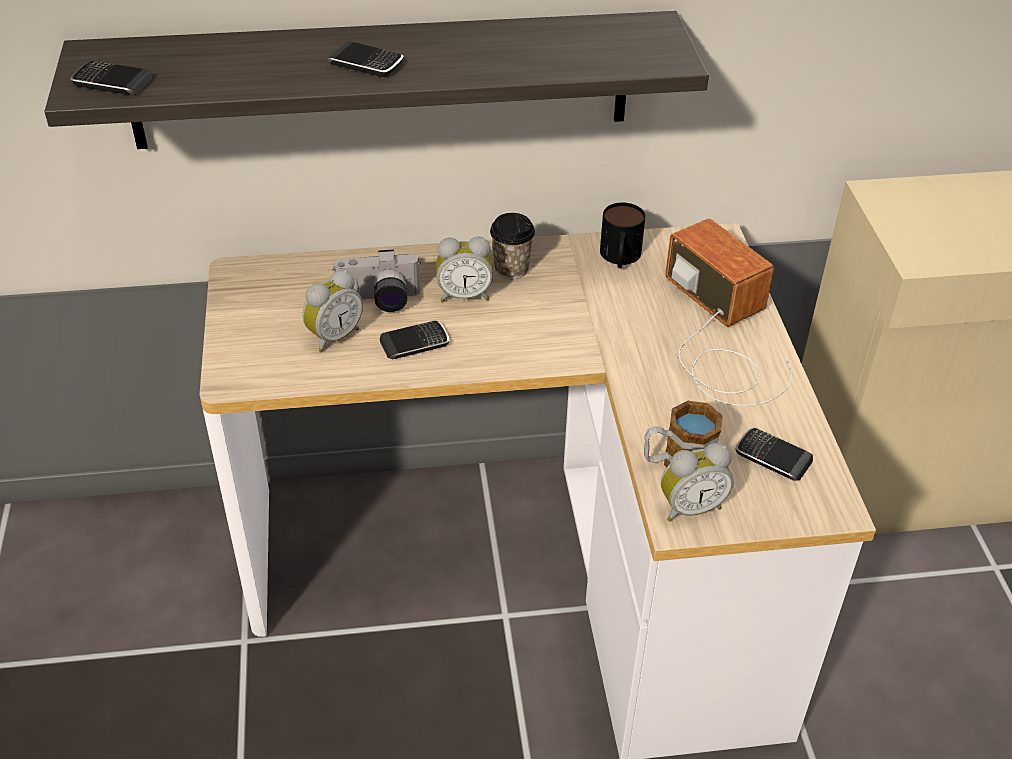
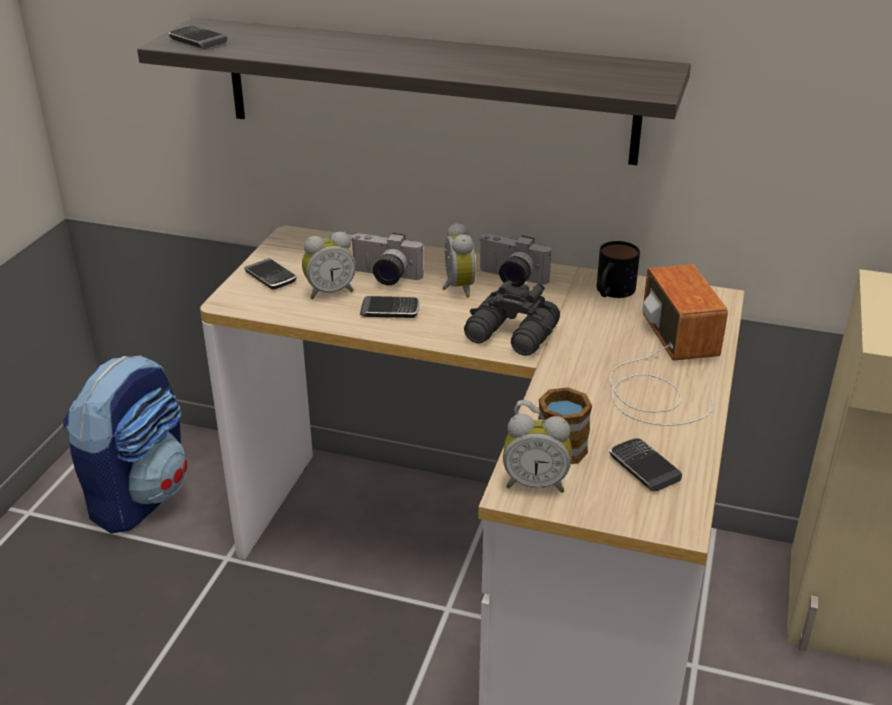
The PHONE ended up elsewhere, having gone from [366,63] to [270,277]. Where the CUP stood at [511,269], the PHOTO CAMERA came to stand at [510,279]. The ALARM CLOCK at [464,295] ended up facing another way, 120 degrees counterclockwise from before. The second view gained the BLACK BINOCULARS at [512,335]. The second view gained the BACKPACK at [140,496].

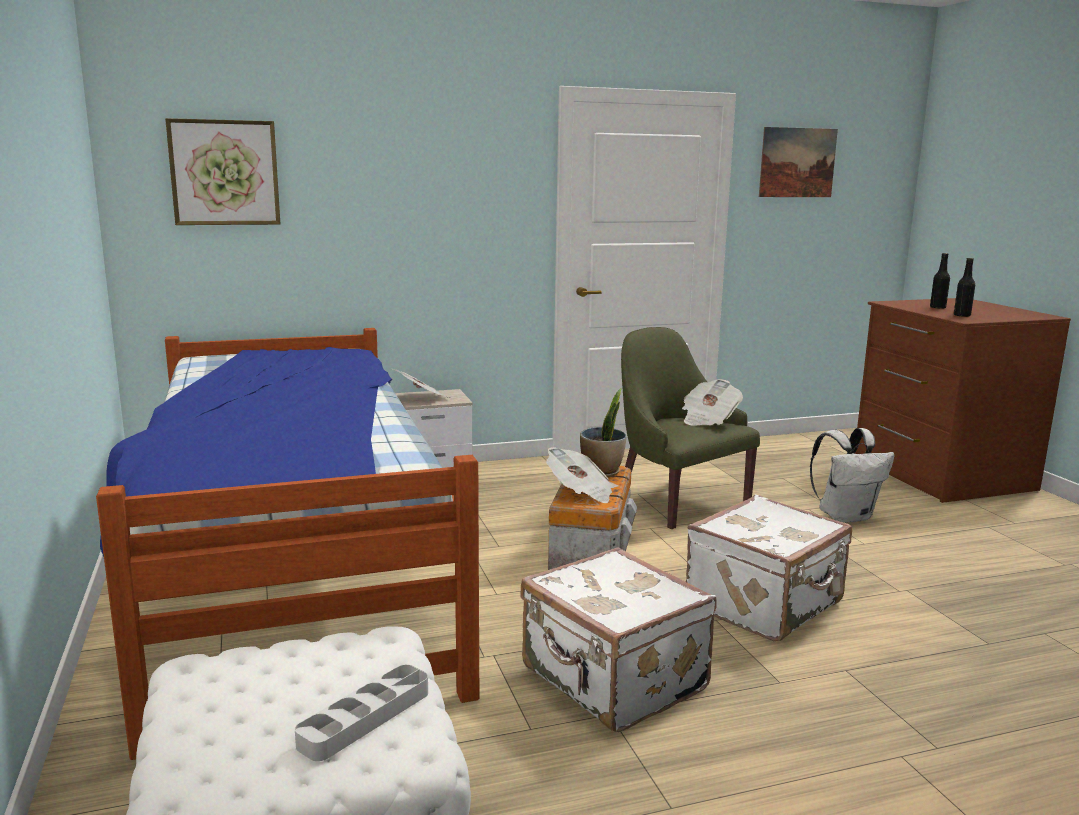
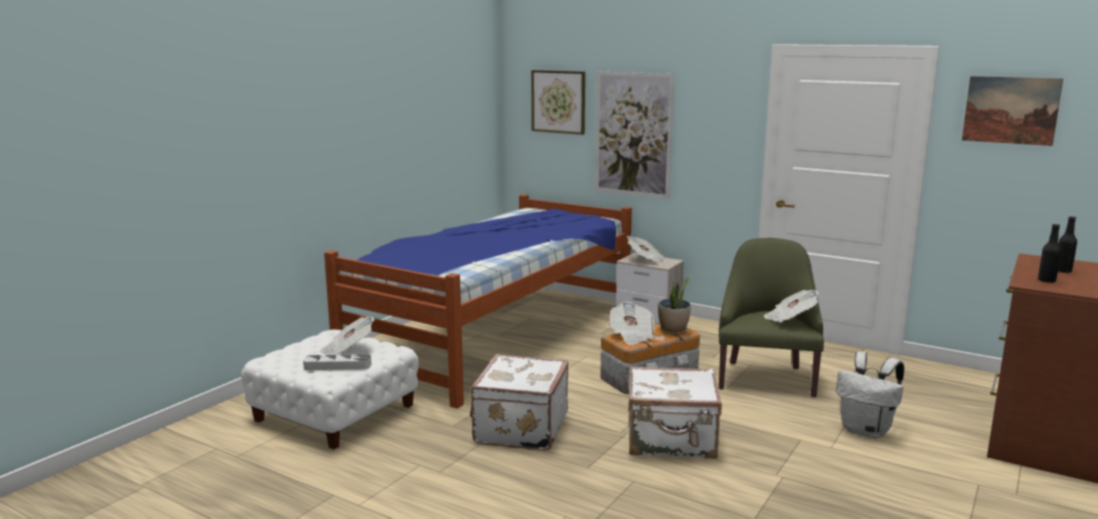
The second view gained the PICTURE at [633,134]. The second view gained the NEWSPAPER at [347,350].

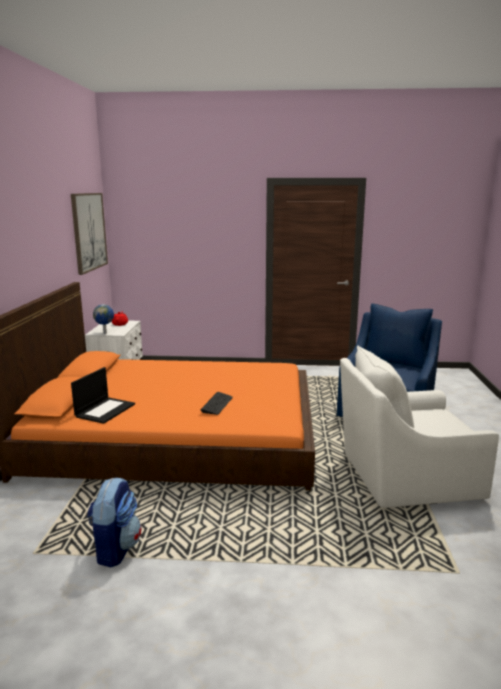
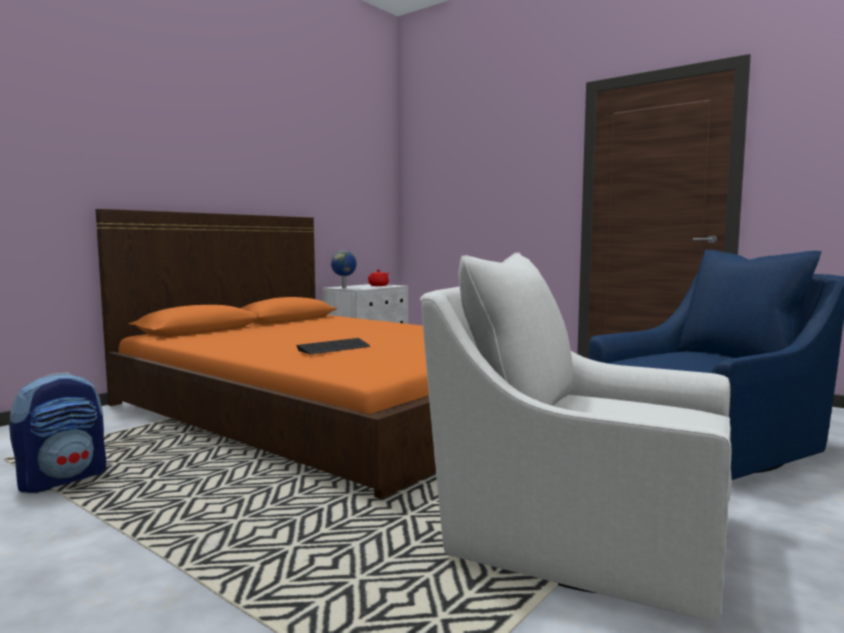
The second view lost the PICTURE at [89,231]. The second view lost the LAPTOP at [105,410].

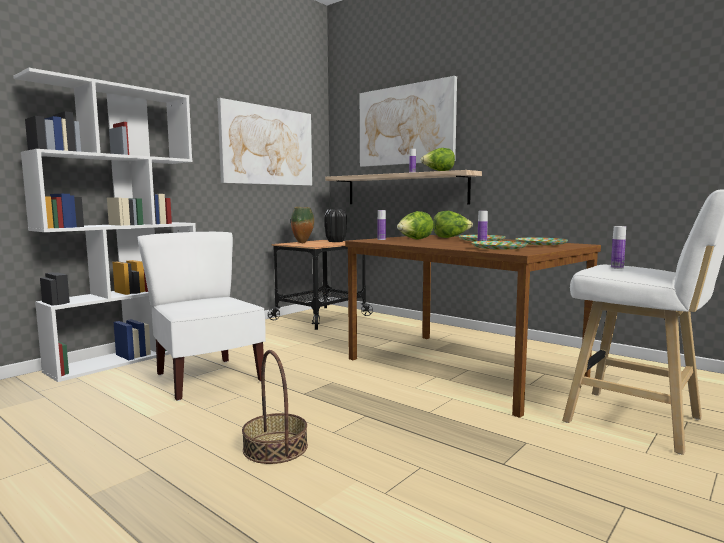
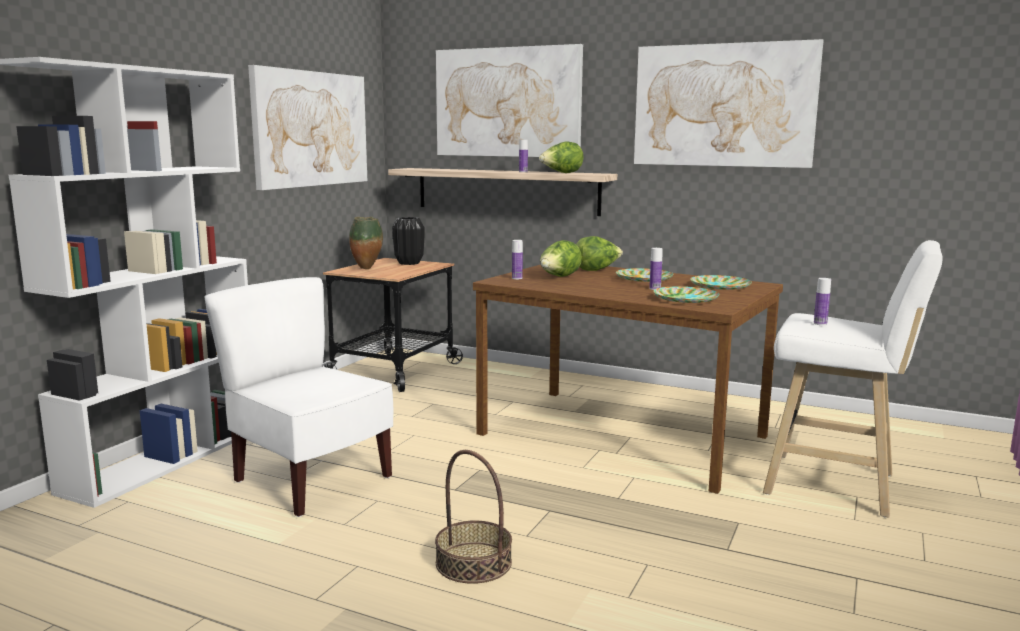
The second view gained the PICTURE at [723,105].

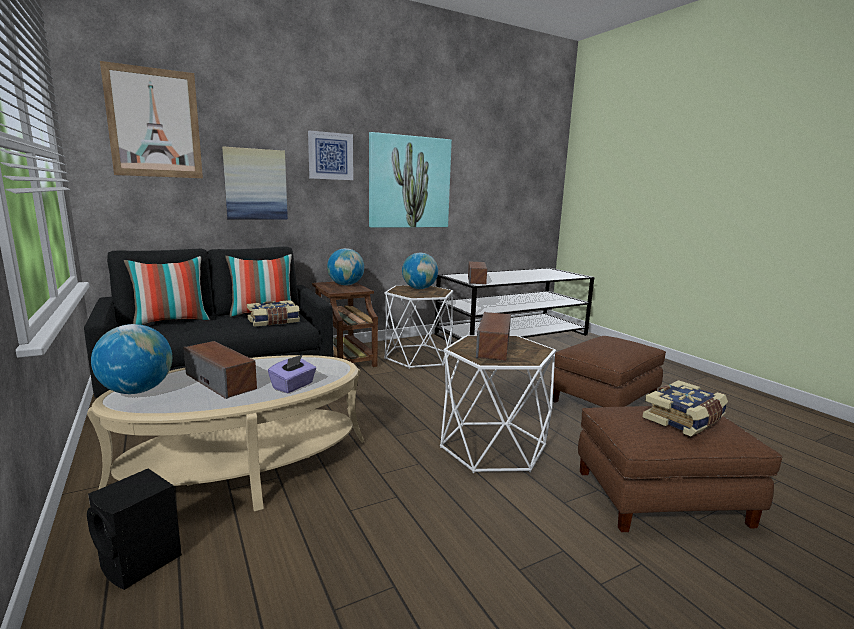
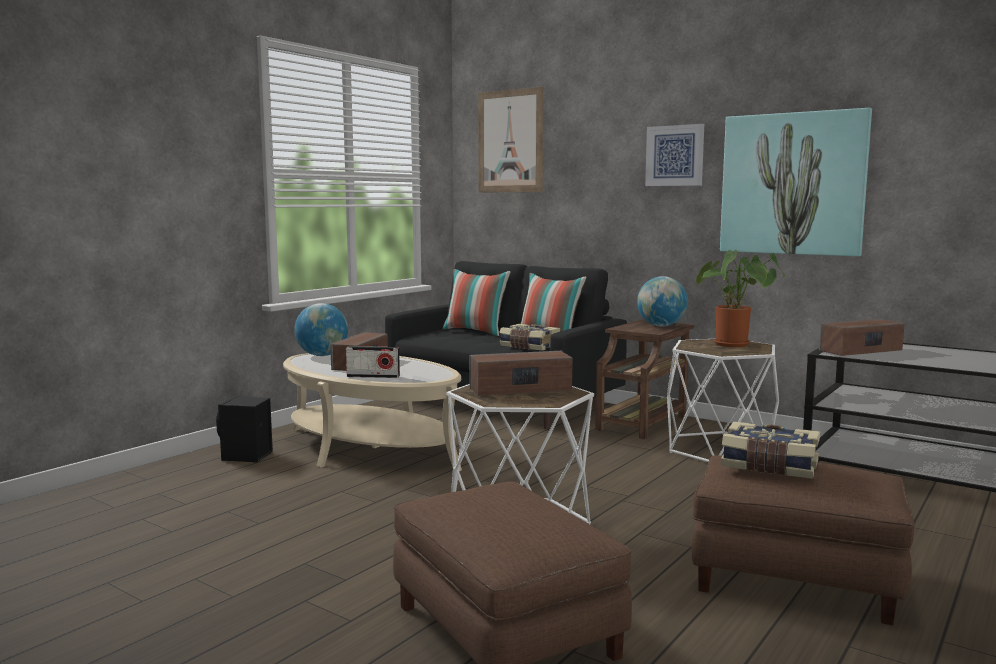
The second view lost the PICTURE at [255,184]. Where the GLOBE stood at [419,288], the POTTED PLANT came to stand at [736,345]. Where the PURPLE TISSUE BOX stood at [293,386], the RADIO came to stand at [373,376]. The BOOK ended up elsewhere, having gone from [685,420] to [769,466].

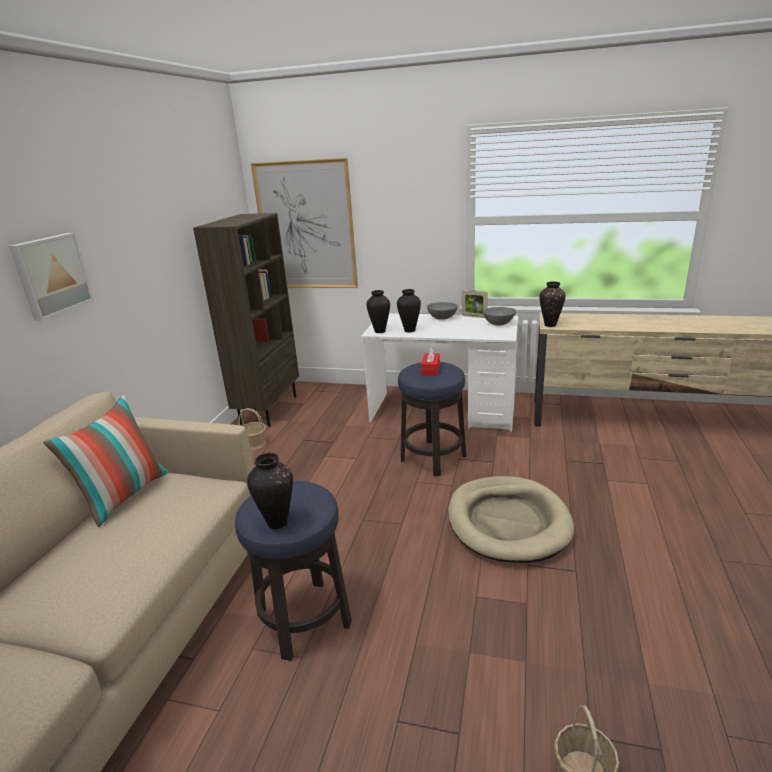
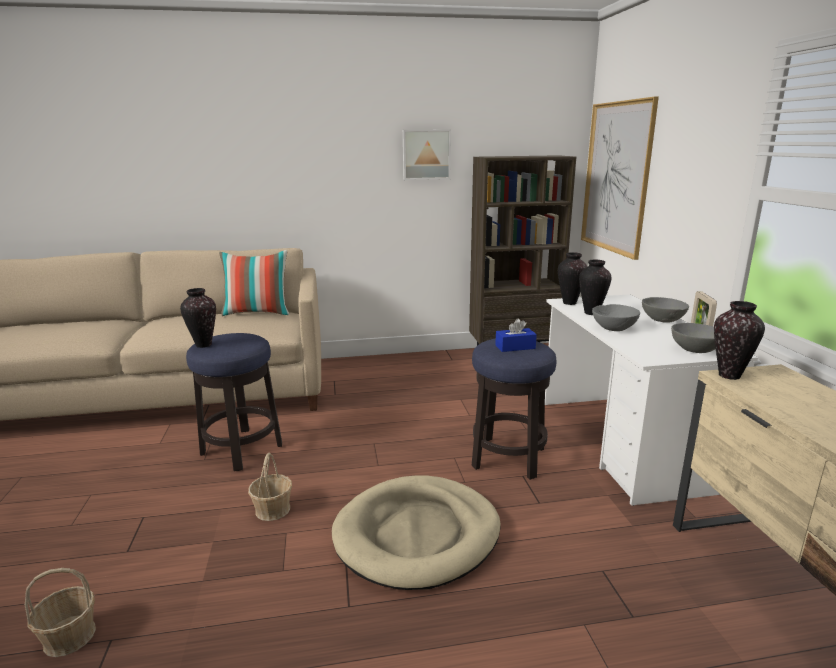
The PICTURE ended up elsewhere, having gone from [51,275] to [426,154]. What was the RED TISSUE BOX at [430,370] turned into the BLUE TISSUE BOX at [515,347]. The BASKET ended up elsewhere, having gone from [255,444] to [273,509]. The second view gained the GREY BOWL at [613,328].

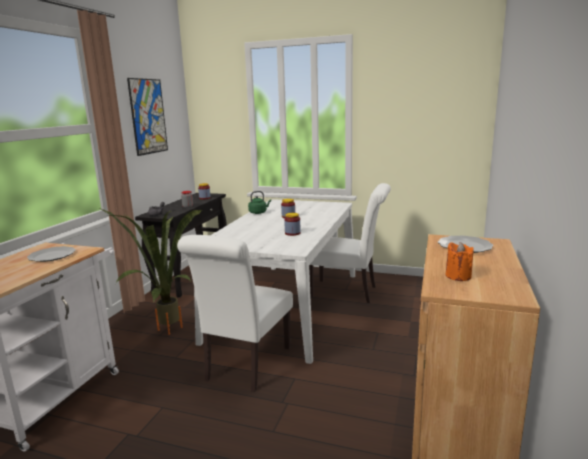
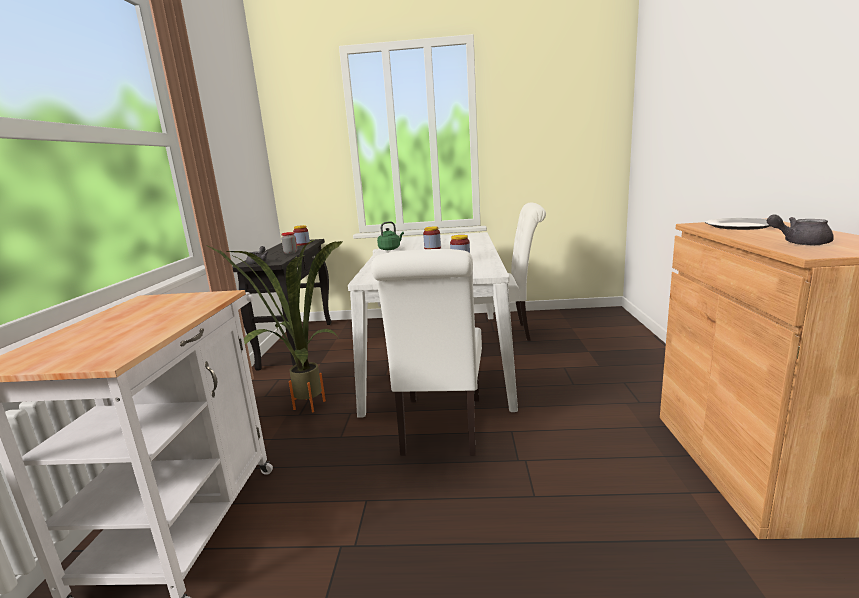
The second view lost the PICTURE at [148,116]. Where the ORANGE CANDLE stood at [458,276], the GREY TEAPOT came to stand at [799,243]. The second view lost the PLATE at [53,256].

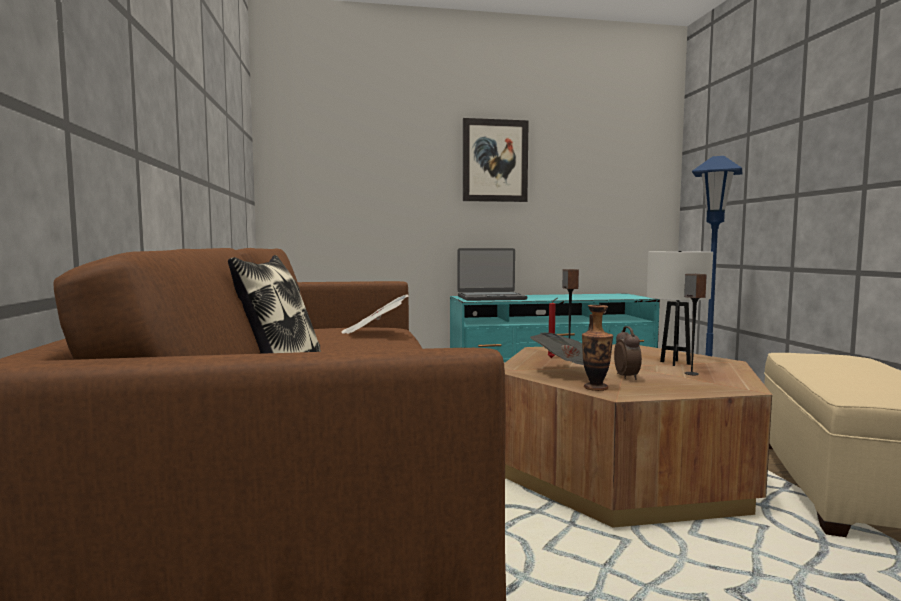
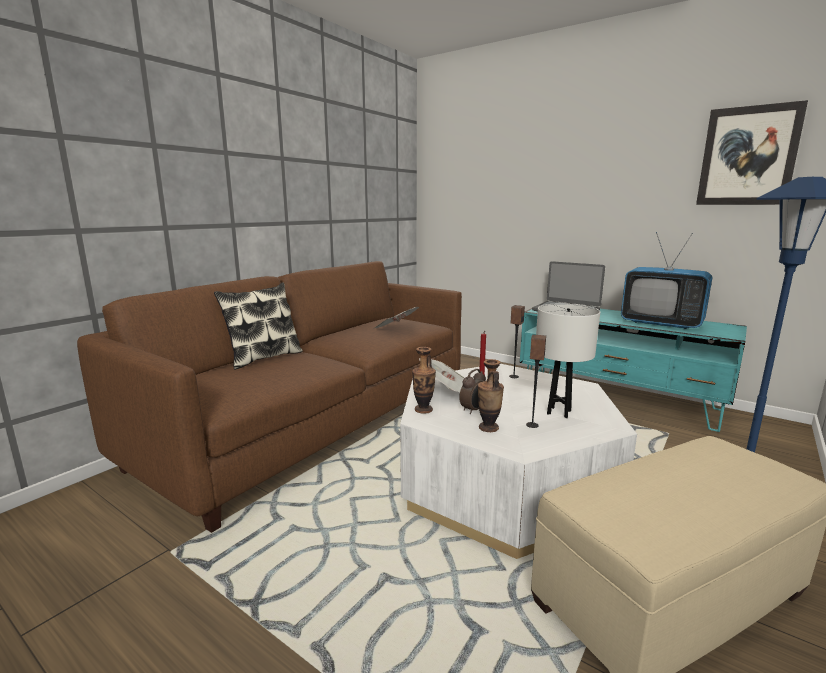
The PICTURE ended up elsewhere, having gone from [495,161] to [748,156]. What was the BROWN COFFEE TABLE at [621,468] turned into the WHITE COFFEE TABLE at [504,483]. The second view gained the TELEVISION at [661,323]. The second view gained the VASE at [488,428].

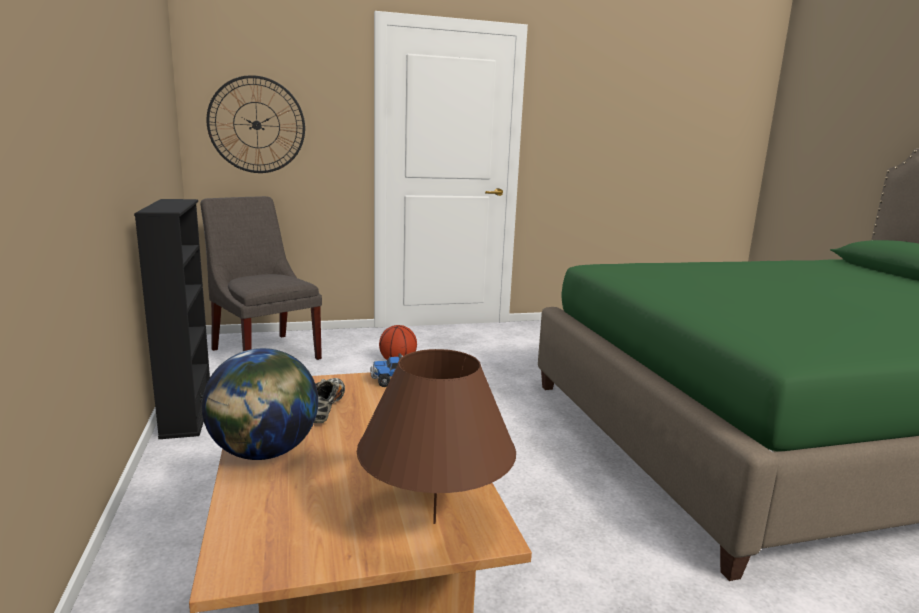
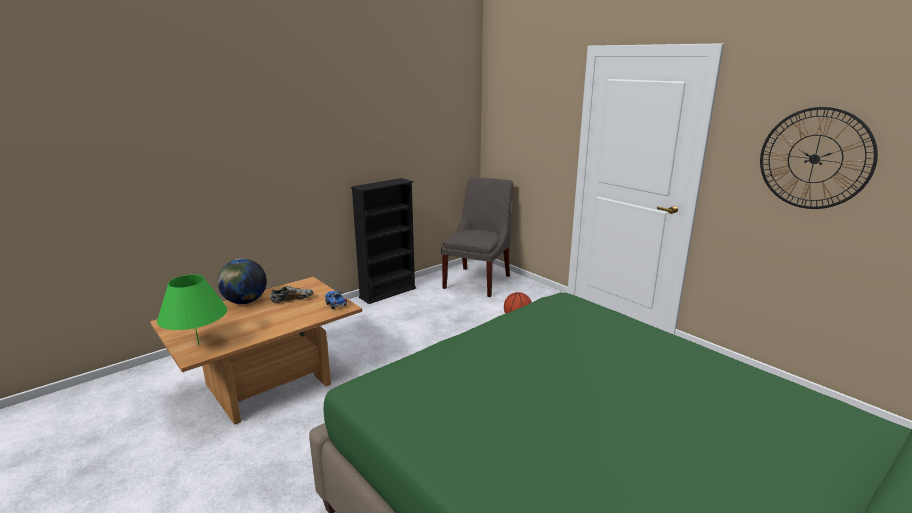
The WALL CLOCK ended up elsewhere, having gone from [256,125] to [814,159]. What was the BROWN TABLE LAMP at [434,523] turned into the GREEN TABLE LAMP at [198,345].

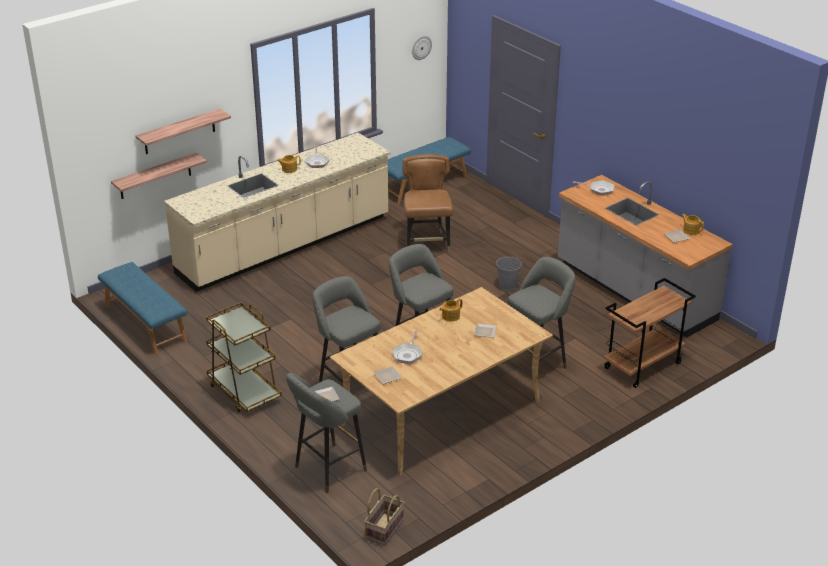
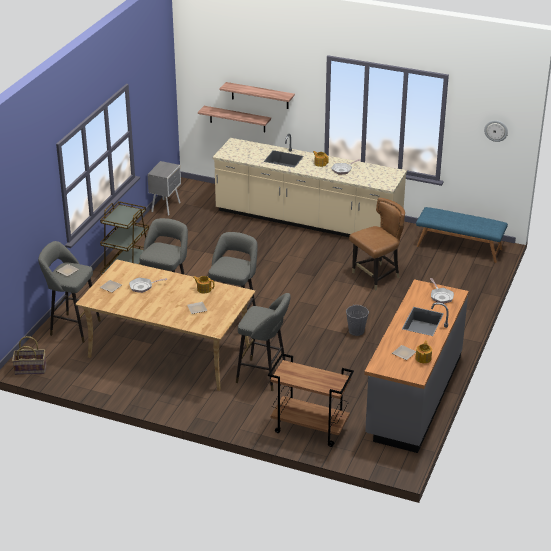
Where the BLUE BENCH stood at [145,324], the GREY NIGHTSTAND came to stand at [166,207].

